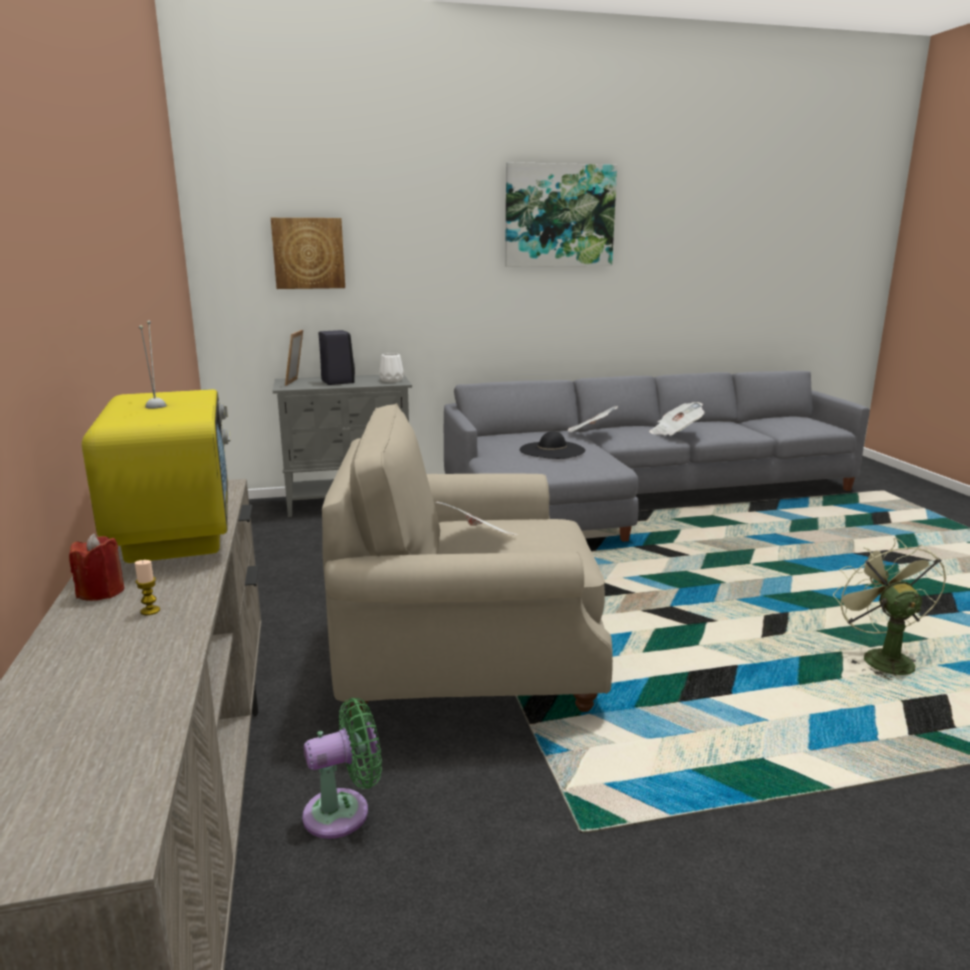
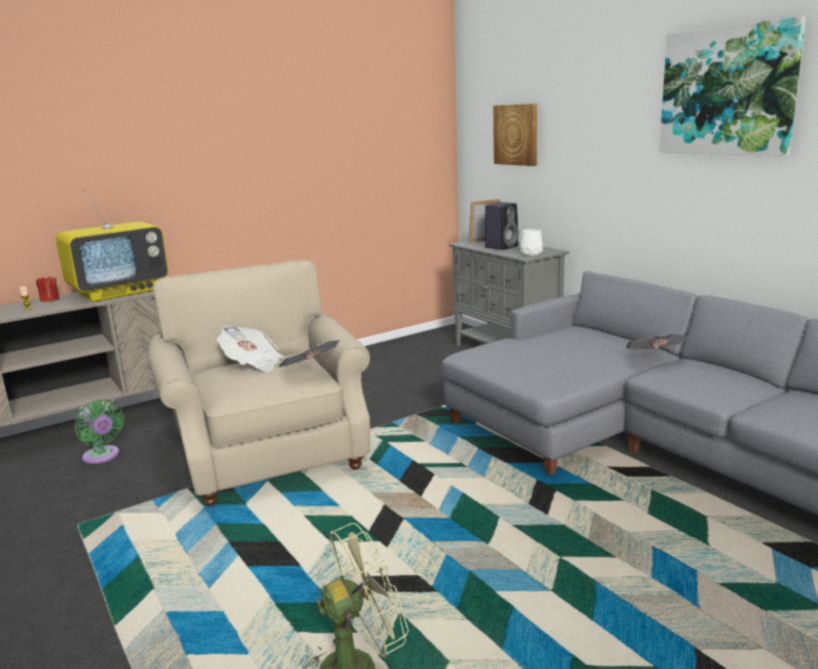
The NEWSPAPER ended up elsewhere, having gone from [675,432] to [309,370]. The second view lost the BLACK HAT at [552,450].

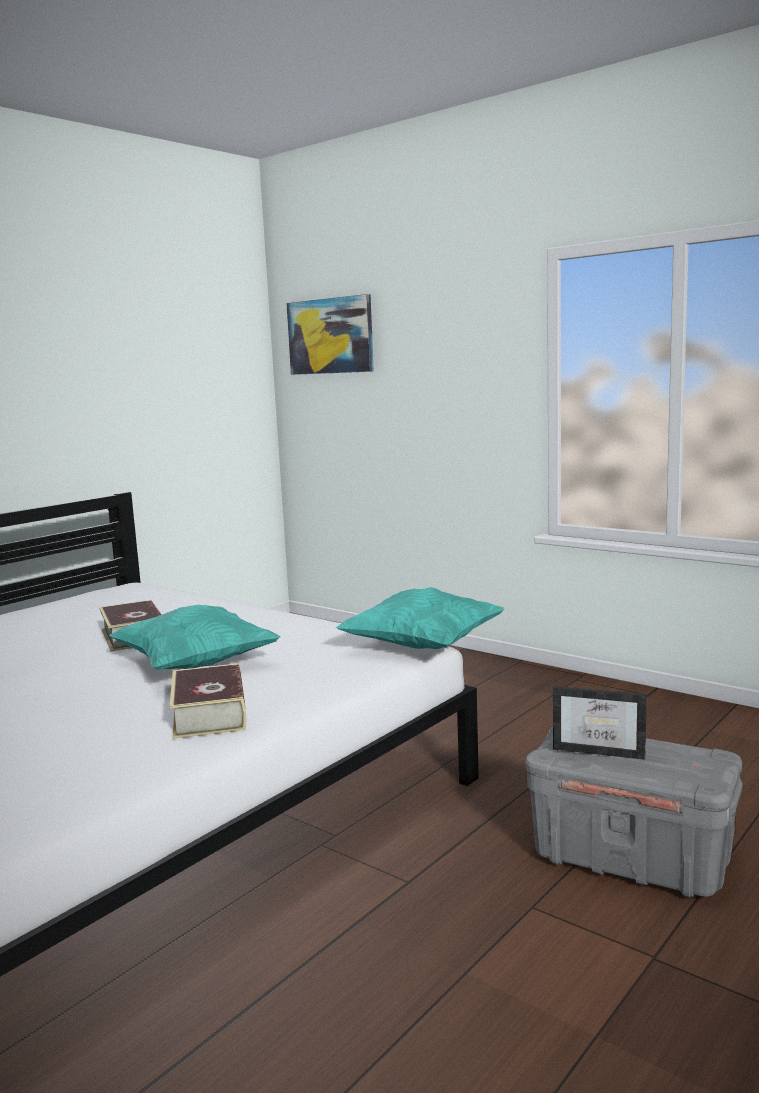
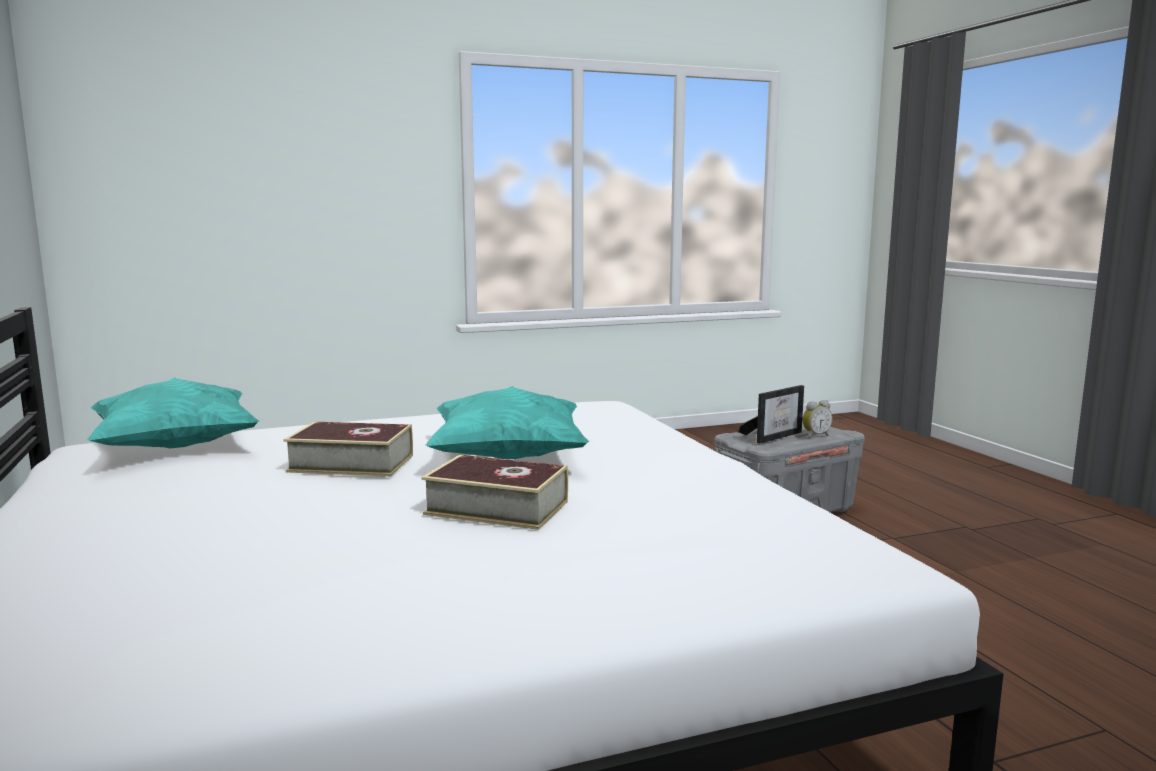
The second view lost the PICTURE at [330,336]. The TURQUOISE PILLOW ended up elsewhere, having gone from [422,647] to [176,447]. The BOOK ended up elsewhere, having gone from [209,713] to [497,507]. The second view gained the ALARM CLOCK at [815,436].

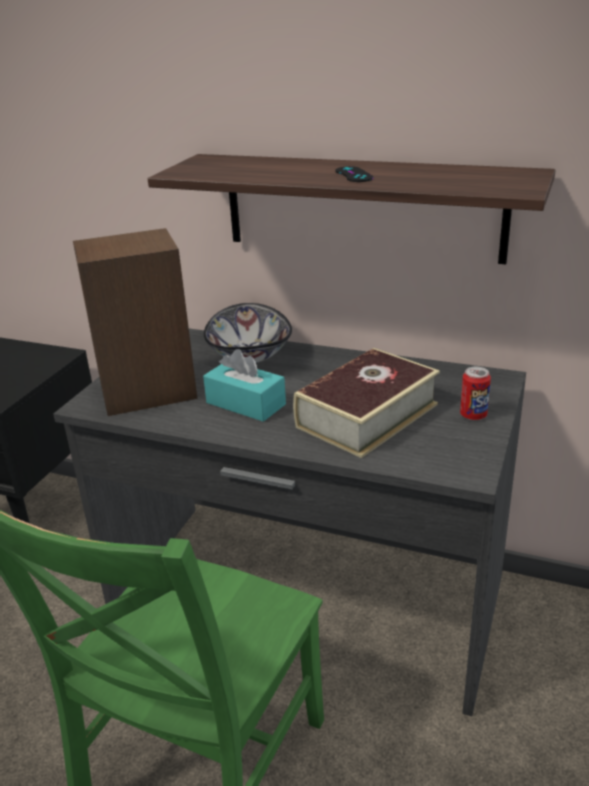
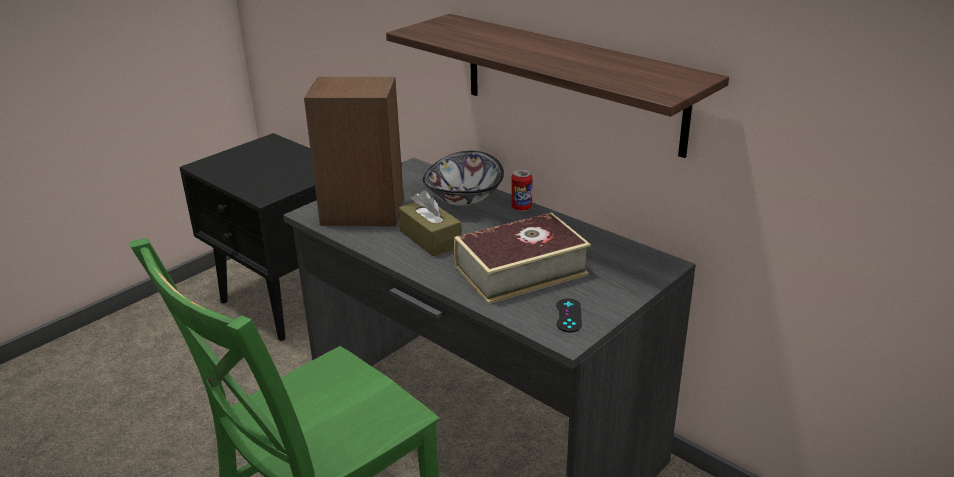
The BLACK GAME CONTROLLER ended up elsewhere, having gone from [353,175] to [568,315]. What was the TURQUOISE TISSUE BOX at [245,403] turned into the BROWN TISSUE BOX at [430,239]. The CAN ended up elsewhere, having gone from [473,415] to [521,208].

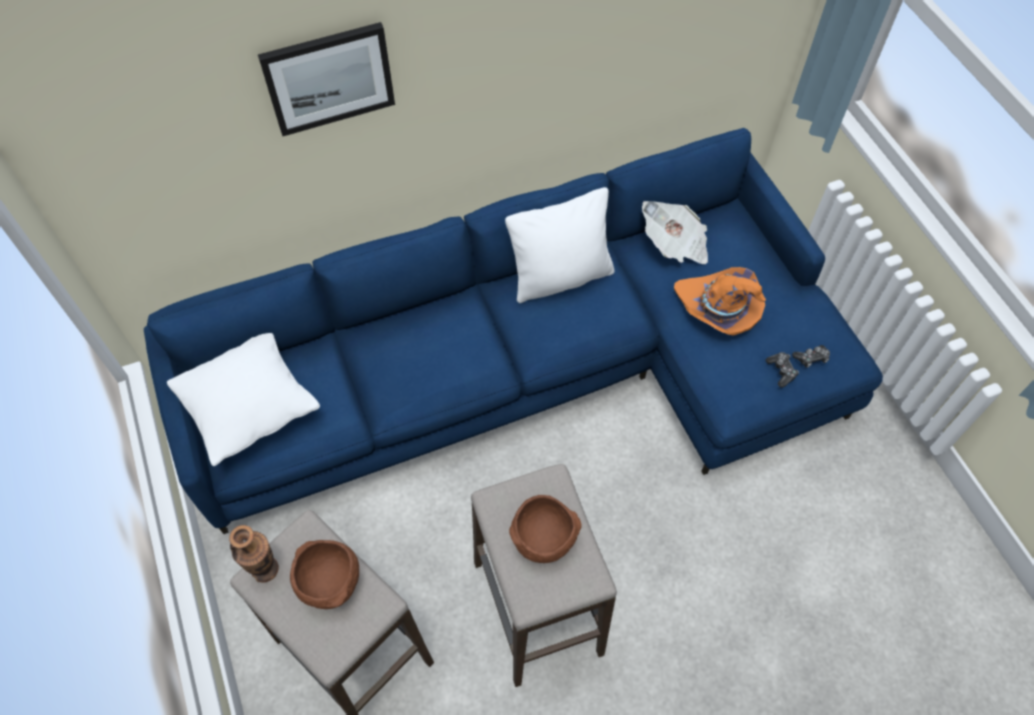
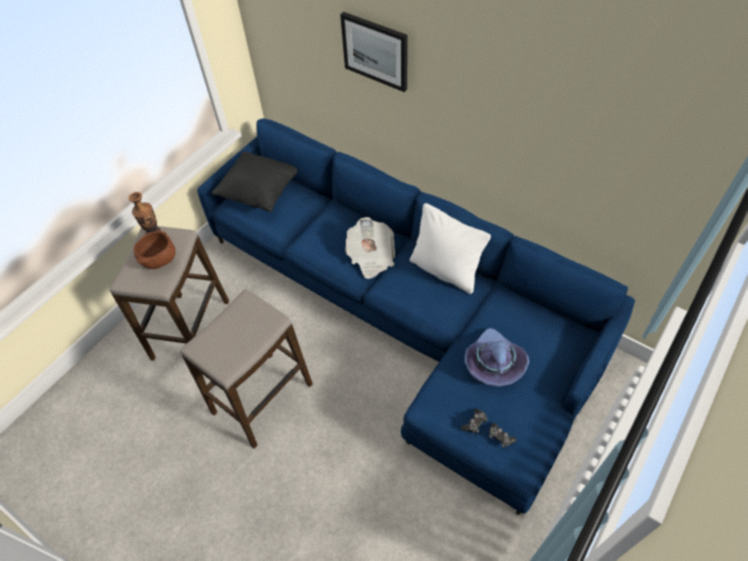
The NEWSPAPER ended up elsewhere, having gone from [674,243] to [371,257]. What was the ORANGE HAT at [718,308] turned into the PURPLE HAT at [493,363]. What was the WHITE PILLOW at [251,409] turned into the BLACK PILLOW at [260,193]. The second view lost the BROWN BOWL at [544,539].

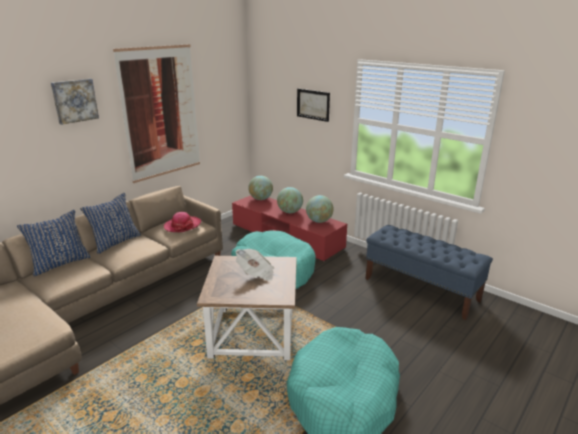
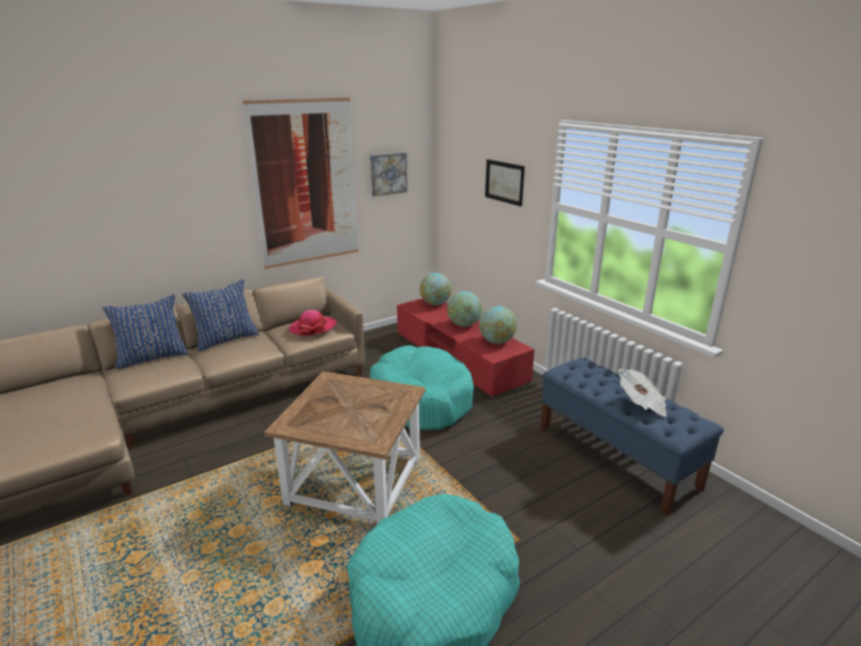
The PICTURE ended up elsewhere, having gone from [74,101] to [388,173]. The NEWSPAPER ended up elsewhere, having gone from [256,274] to [641,404].

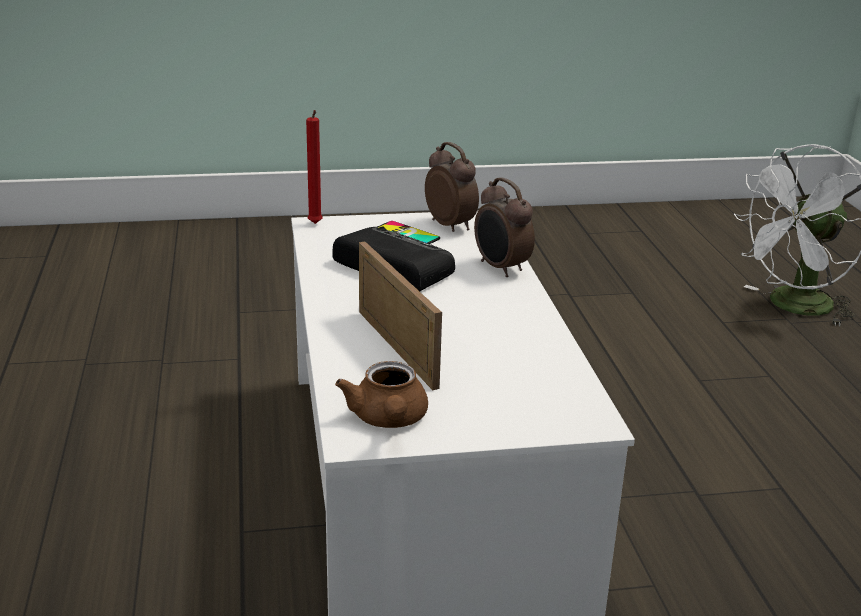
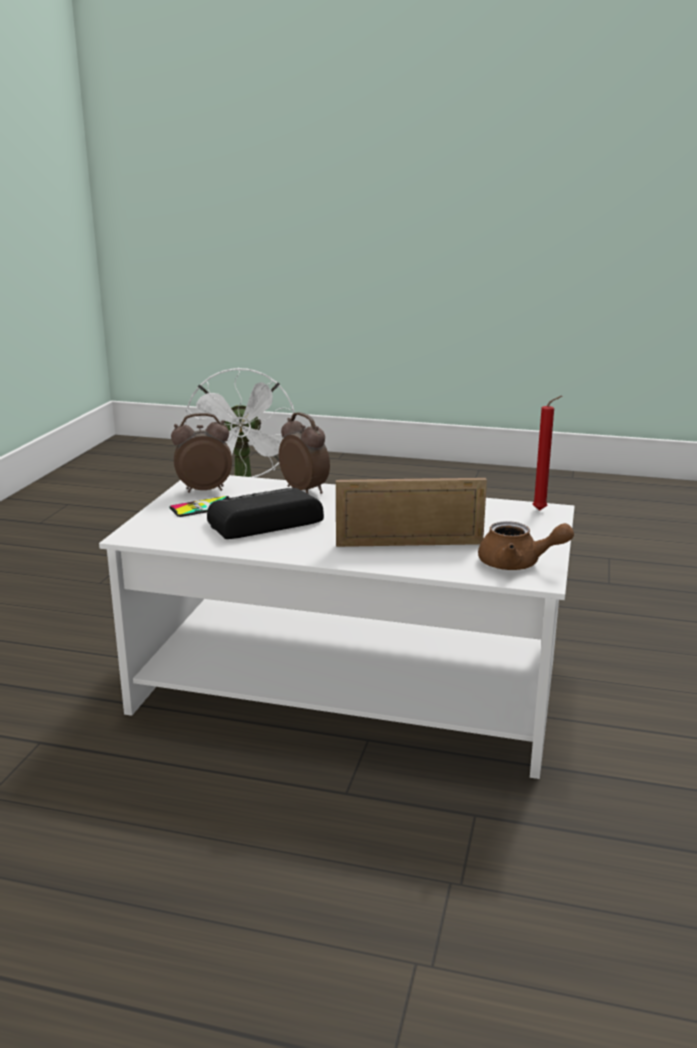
The RED CANDLE ended up elsewhere, having gone from [315,224] to [542,510]. The ALARM CLOCK at [500,268] ended up facing another way, 120 degrees counterclockwise from before.

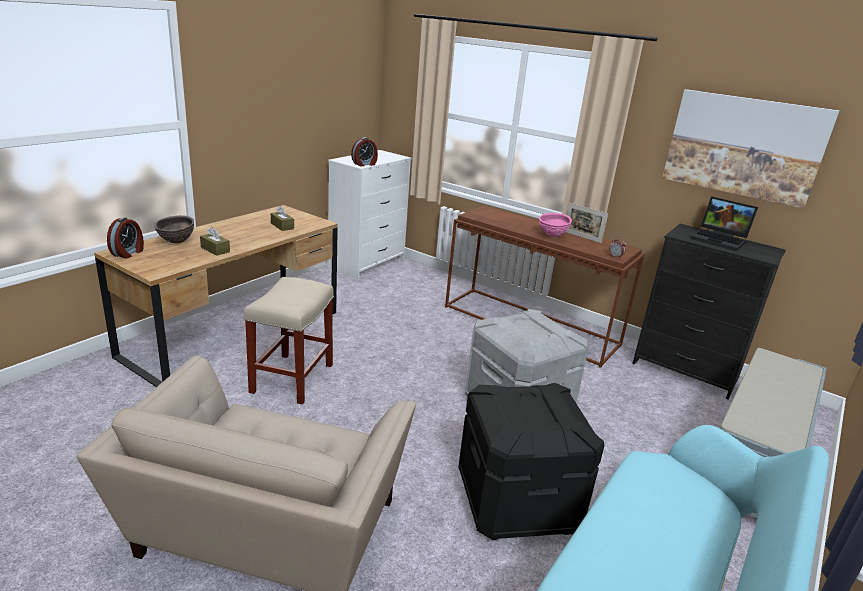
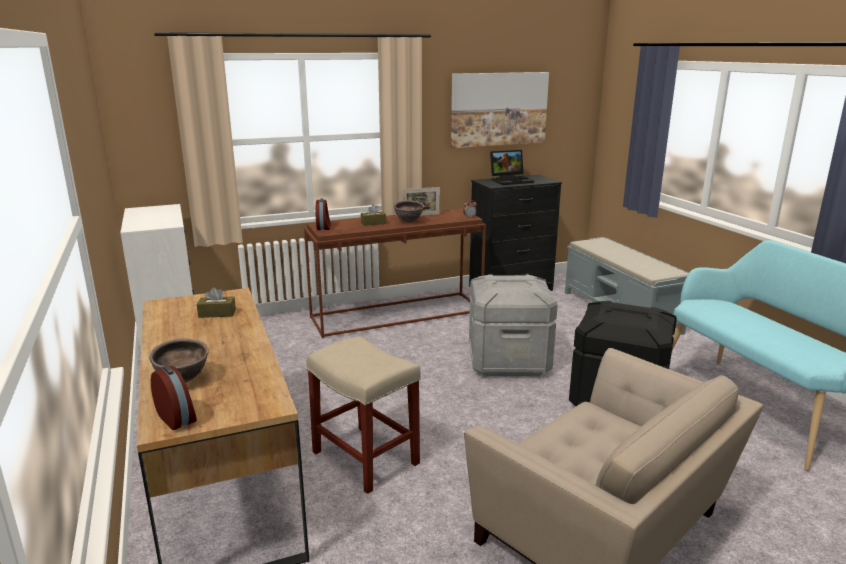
The ALARM CLOCK ended up elsewhere, having gone from [364,164] to [324,227]. What was the PINK BOWL at [552,236] turned into the BROWN BOWL at [408,222]. The BROWN TISSUE BOX ended up elsewhere, having gone from [215,249] to [373,223].

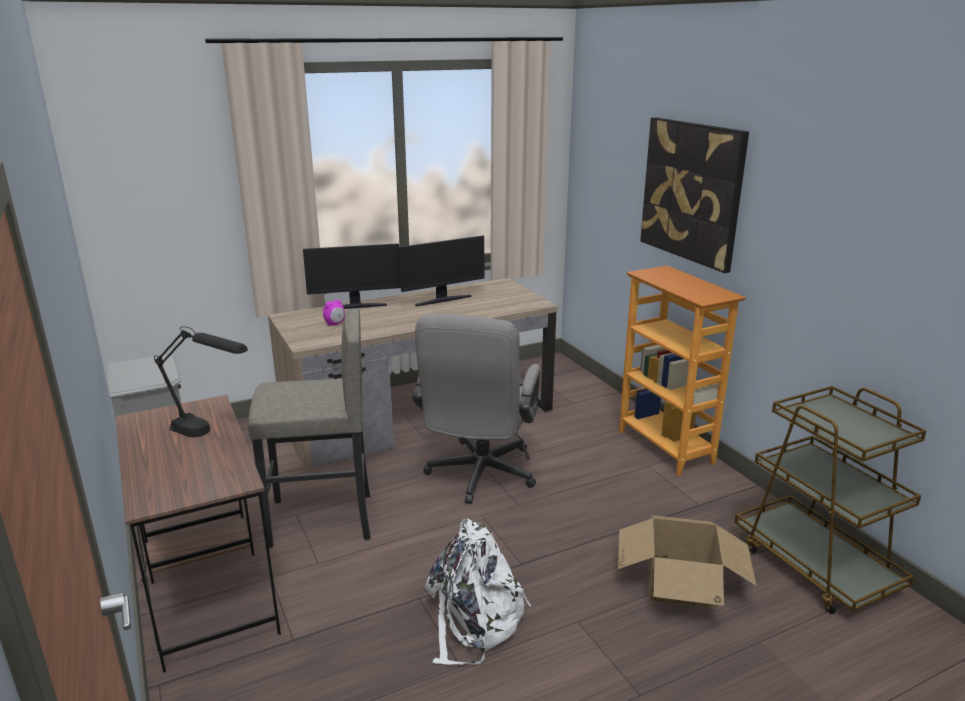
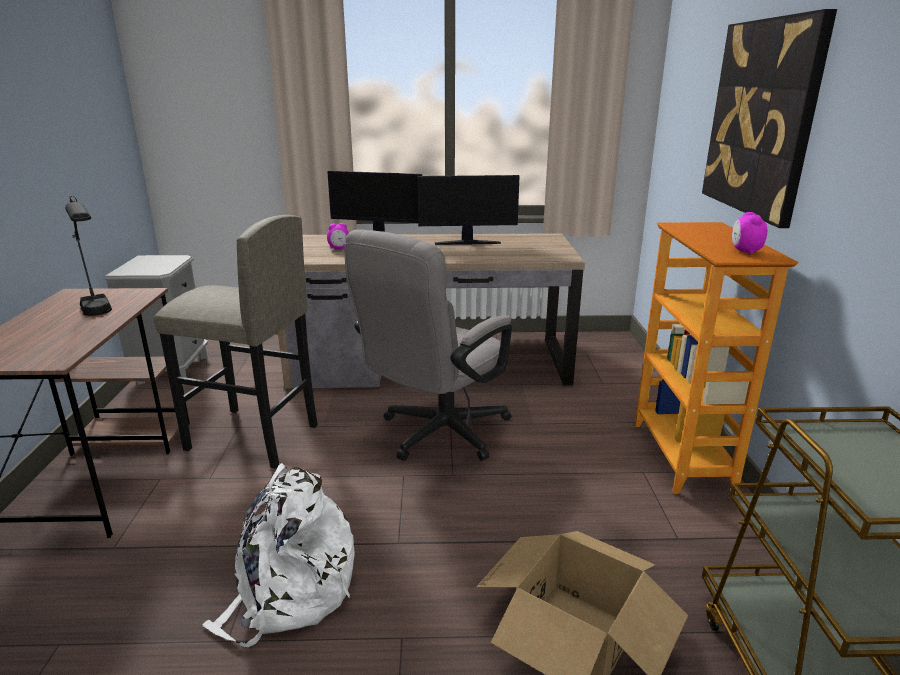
The second view gained the ALARM CLOCK at [745,251].

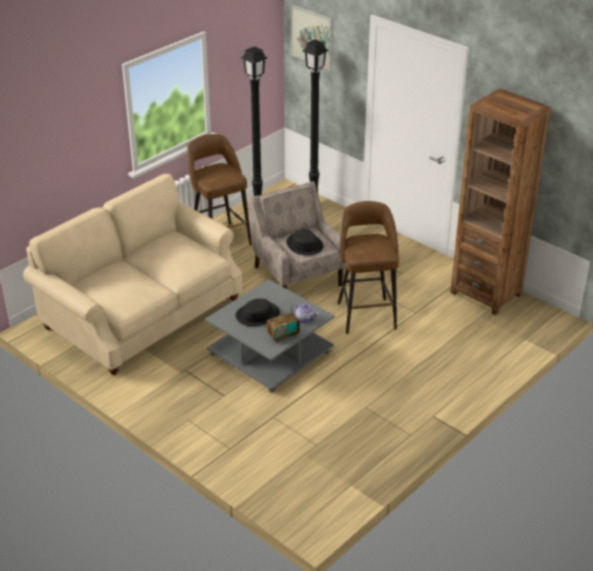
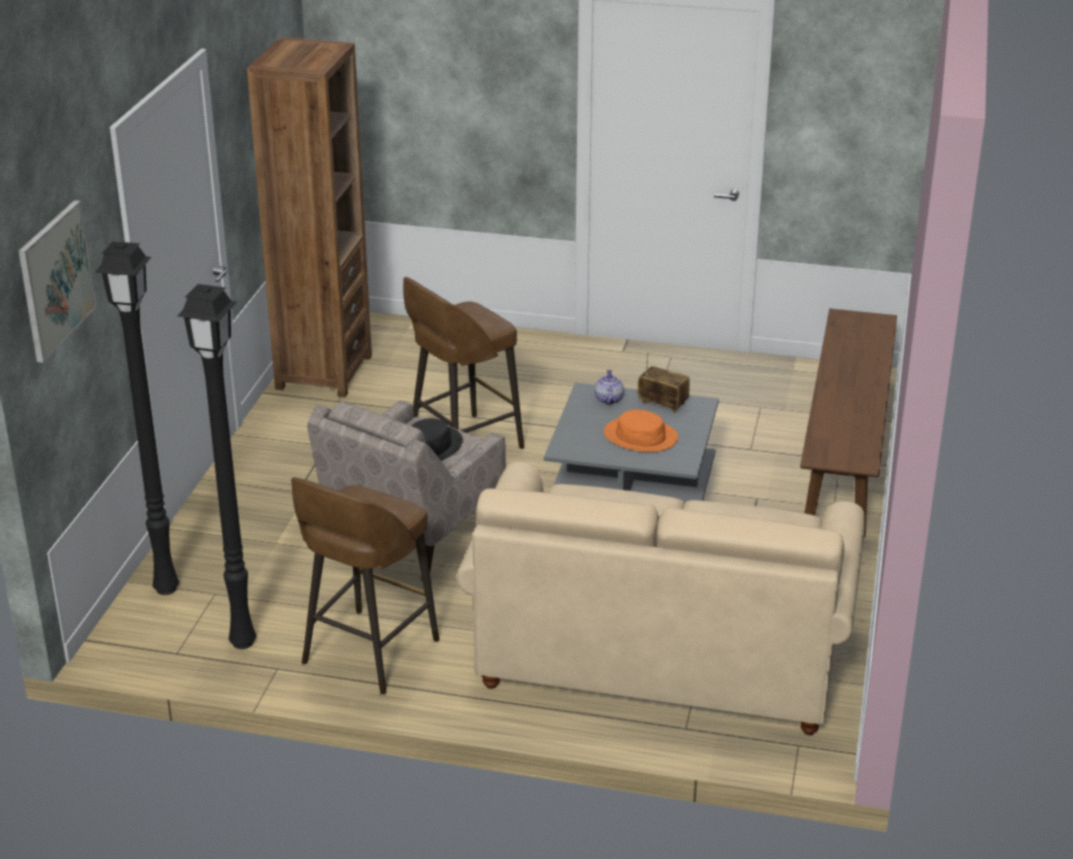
What was the BLACK HAT at [257,315] turned into the ORANGE HAT at [640,436]. The second view gained the BROWN BENCH at [845,454].

